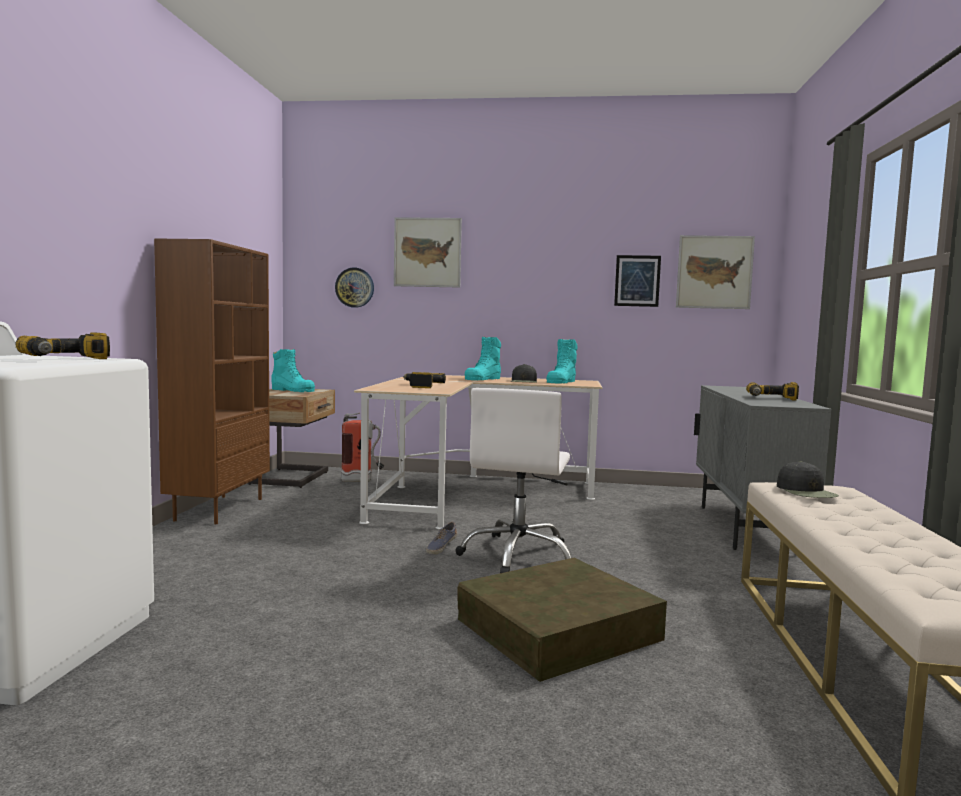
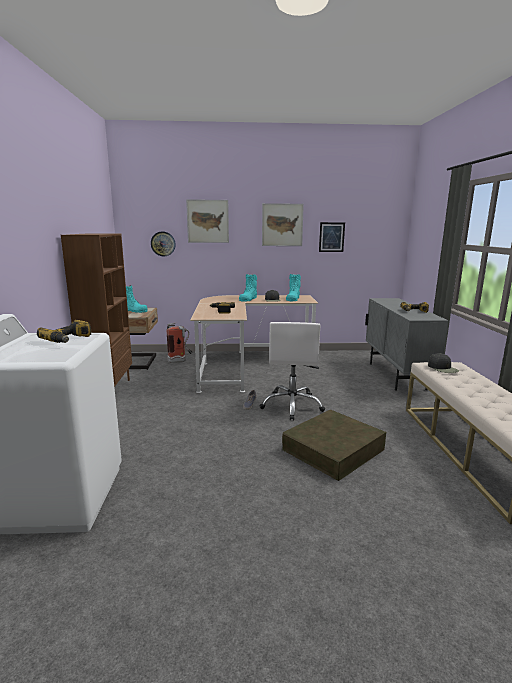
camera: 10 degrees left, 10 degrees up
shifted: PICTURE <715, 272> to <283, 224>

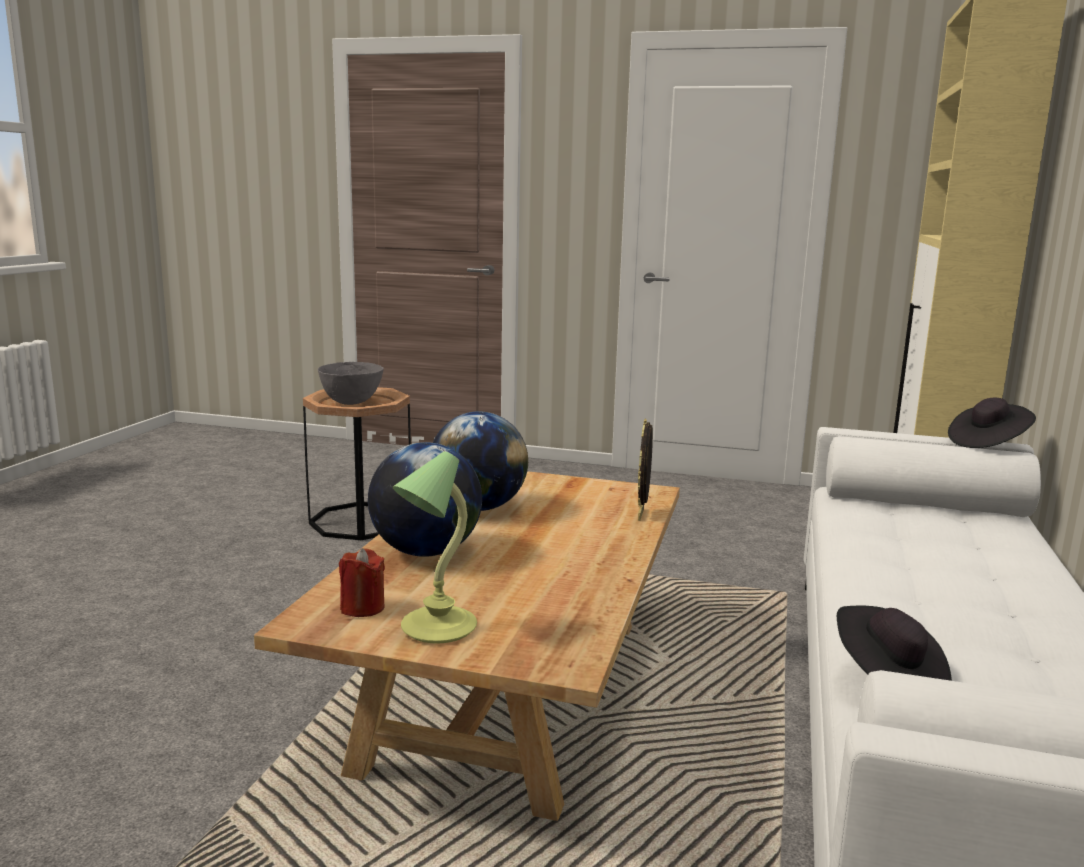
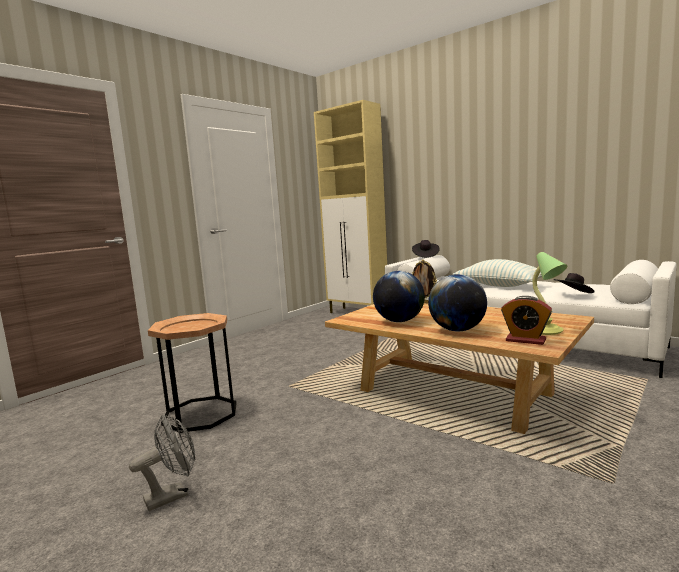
camera: 65 degrees left, 5 degrees down
gone: GREY BOWL <351, 383>
new: PILLOW <497, 273>; GREY FAN <162, 463>
swapped: RED CANDLE <362, 582> to ALARM CLOCK <526, 320>

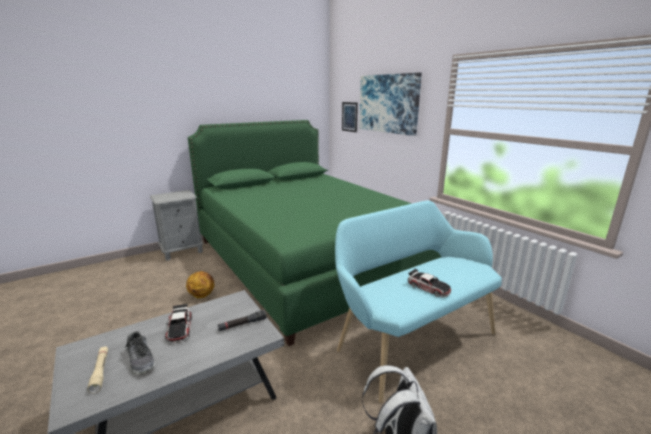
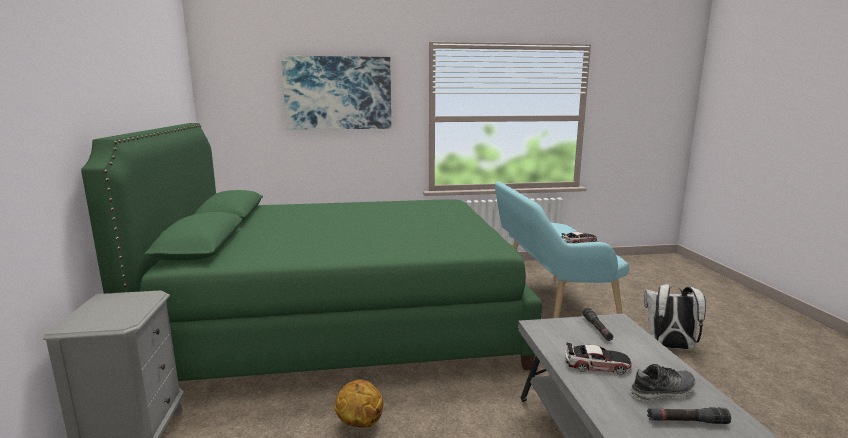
camera: 65 degrees left, 5 degrees down
gone: PICTURE <350, 117>
repainted: BEIGE FLASHLIGHT <97, 369> to BLACK FLASHLIGHT <689, 415>

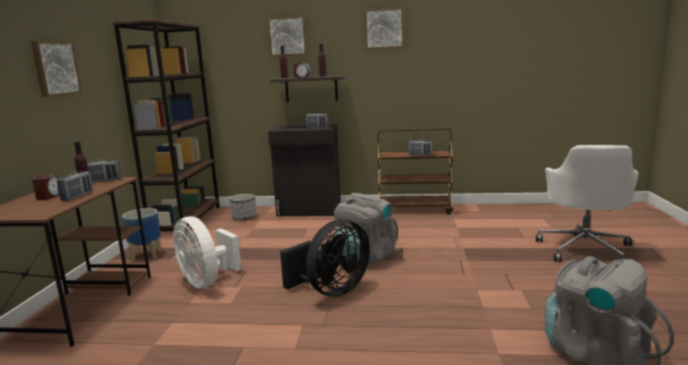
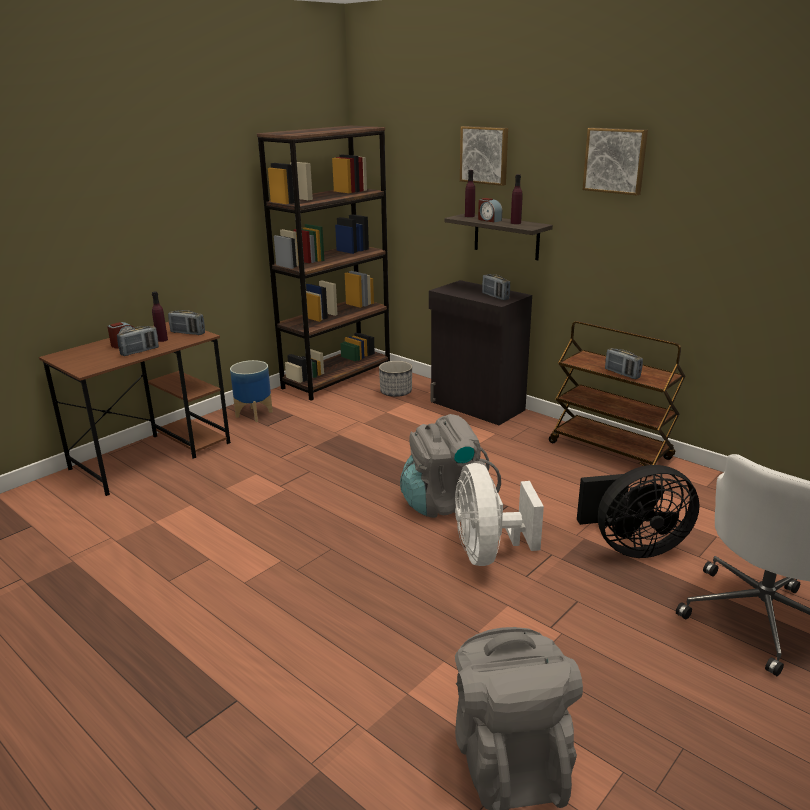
camera: 35 degrees right, 10 degrees up
gone: PICTURE <56, 69>
shifted: WHITE FAN <207, 252> to <499, 514>; BLACK FAN <325, 258> to <638, 511>

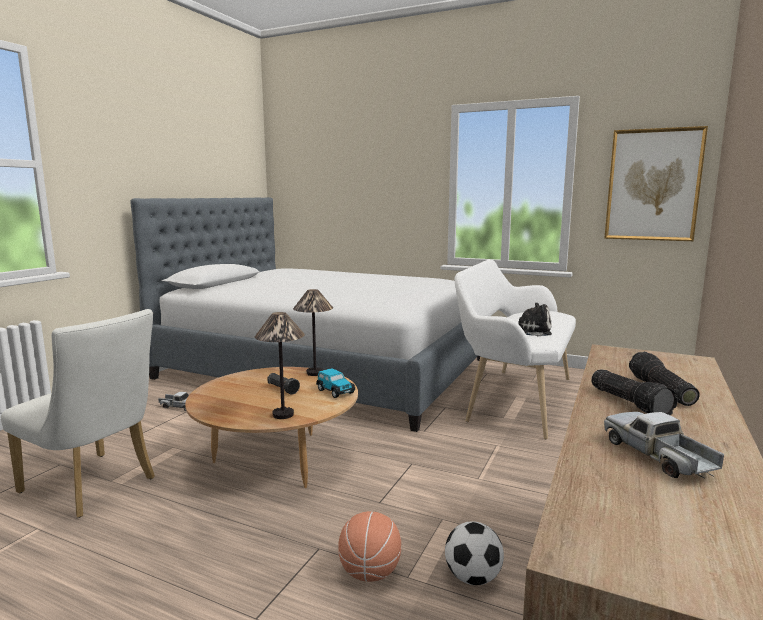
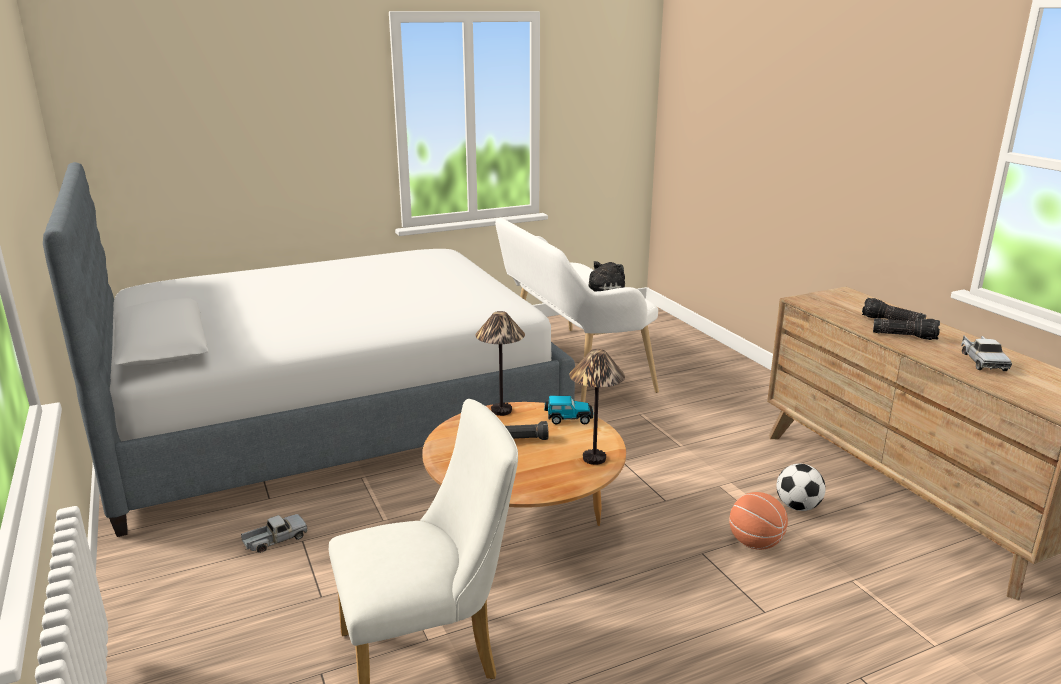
camera: 50 degrees left, 10 degrees up
gone: PICTURE <656, 183>
rotated: TOY TRUCK <664, 445> = <986, 353> 105 degrees counterclockwise

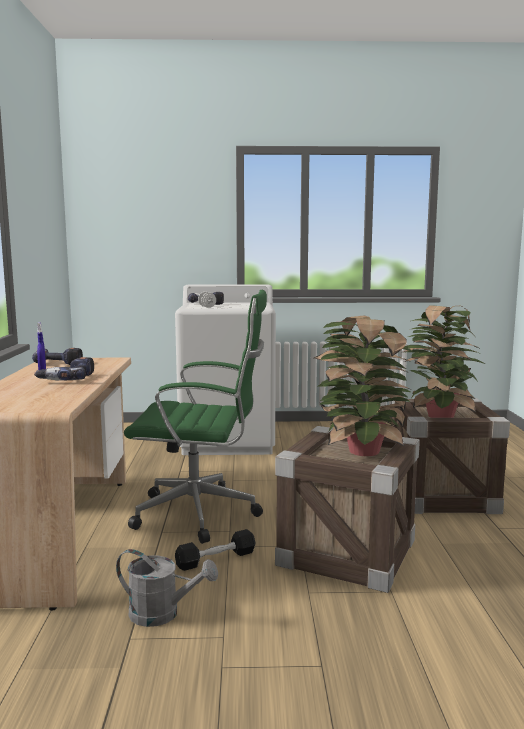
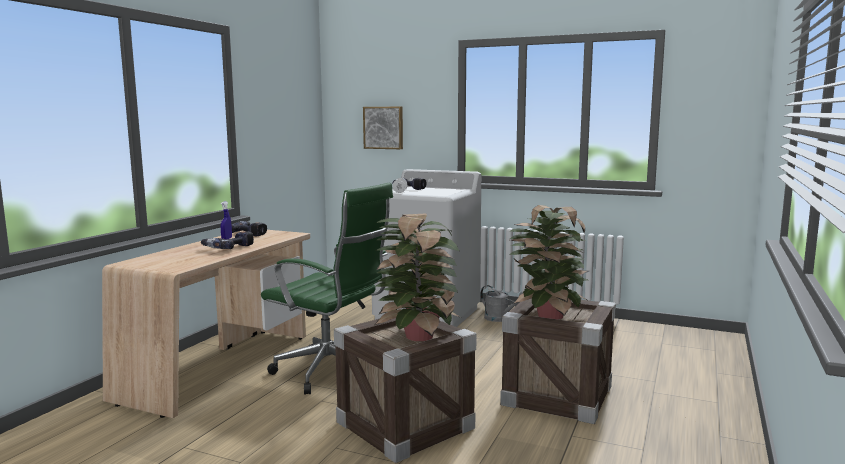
camera: 25 degrees right, 0 degrees up
gone: BLACK DUMBBELL <215, 550>
new: PICTURE <383, 128>
shifted: GREY WATERING CAN <167, 588> to <502, 303>

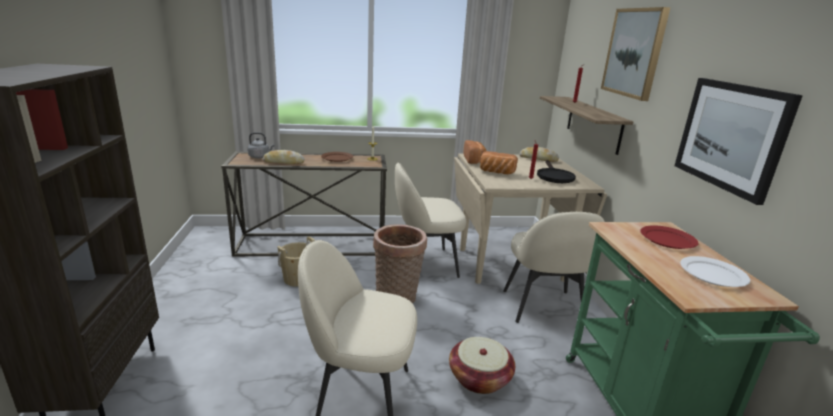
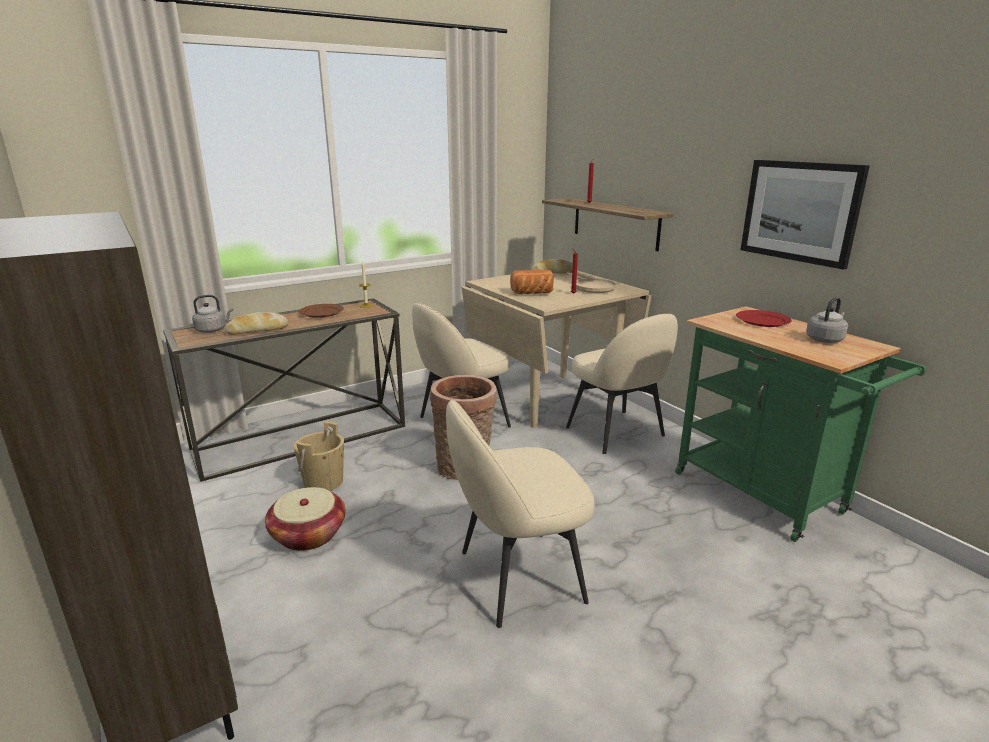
camera: 25 degrees left, 0 degrees up
gone: PICTURE <635, 54>; BREAD <474, 152>
shifted: BASKET <482, 365> to <305, 519>
swapped: WHITE PLATE <715, 271> to GREY KETTLE <827, 320>
repainted: BLACK FRYING PAN <556, 171> to BEIGE FRYING PAN <591, 282>

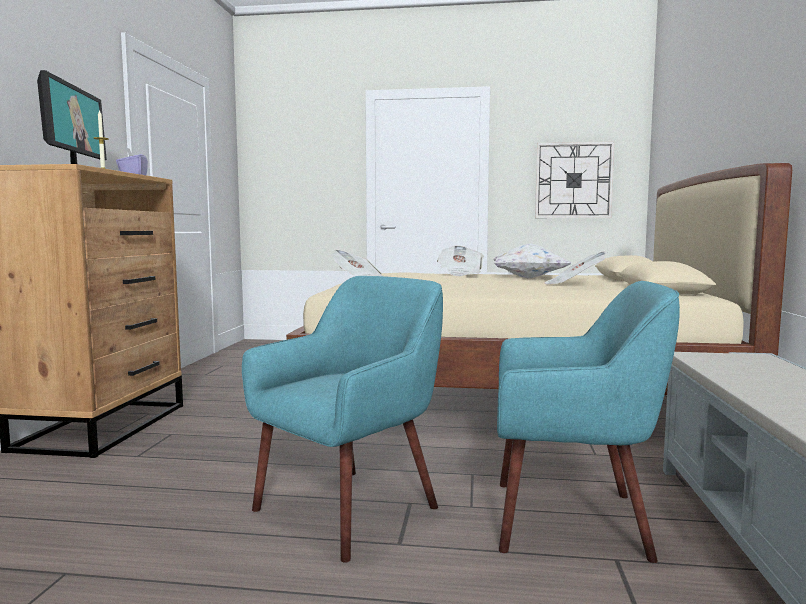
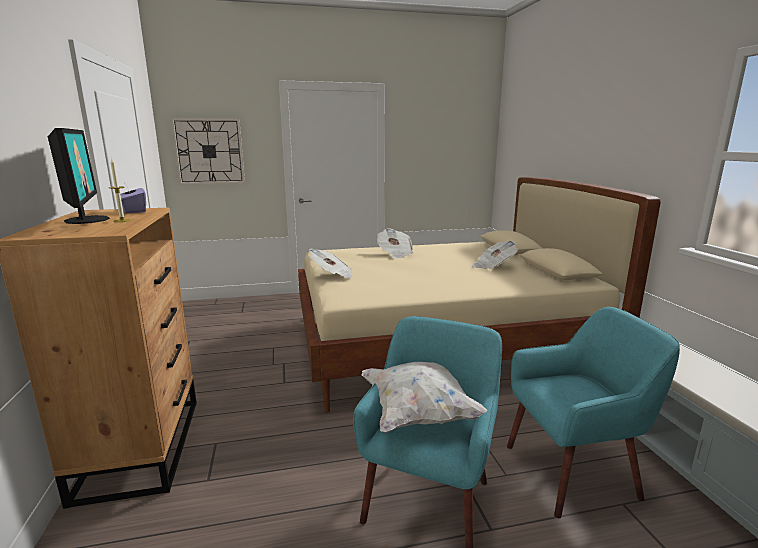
camera: 20 degrees left, 10 degrees up
shifted: WALL CLOCK <575, 179> to <208, 151>; WHITE PILLOW <532, 261> to <424, 397>

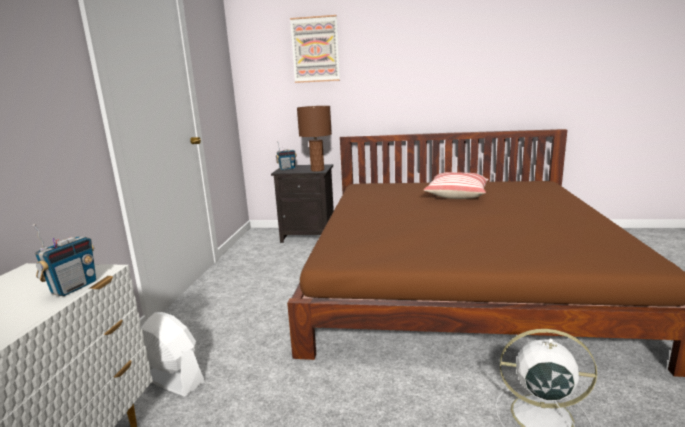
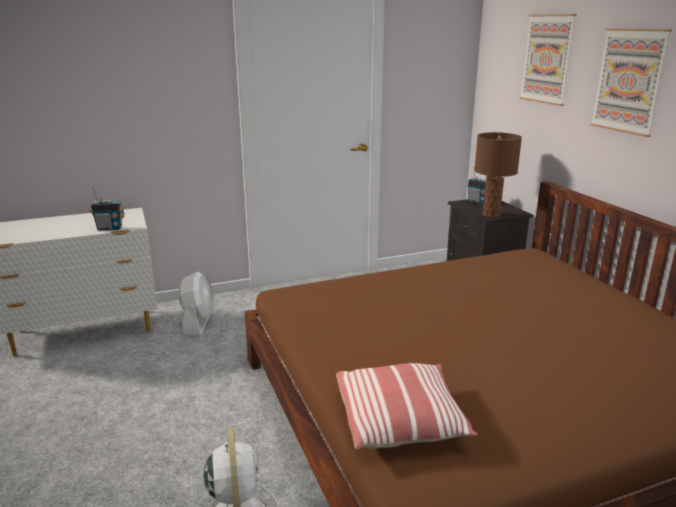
camera: 60 degrees right, 5 degrees up
new: PICTURE <631, 82>
shifted: PILLOW <456, 185> to <407, 406>

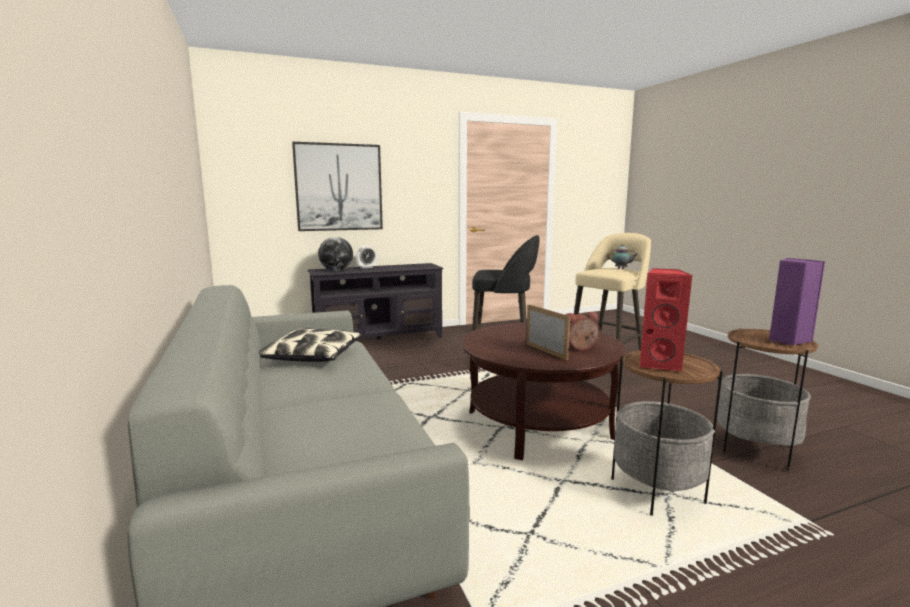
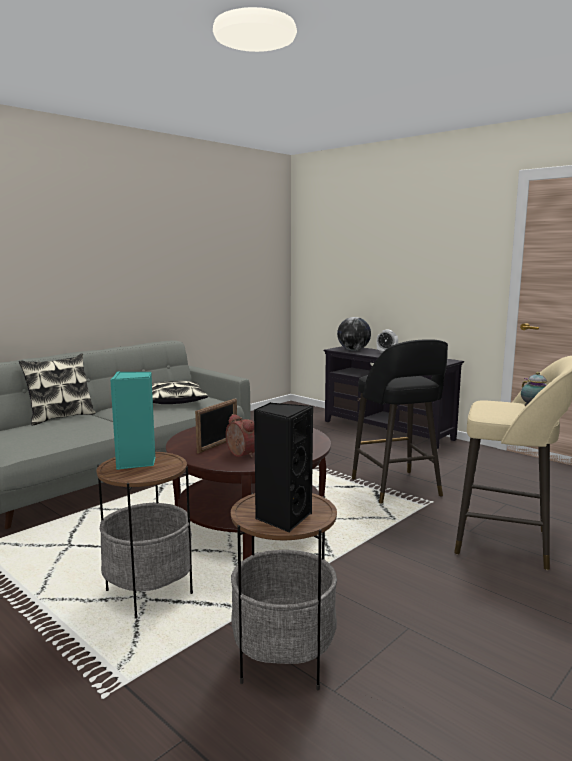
camera: 65 degrees right, 0 degrees up
gone: PICTURE <337, 186>
new: PILLOW <57, 389>
repainted: PURPLE SPEAKER <797, 301> to BLACK SPEAKER <283, 467>; RED SPEAKER <665, 320> to TURQUOISE SPEAKER <133, 420>

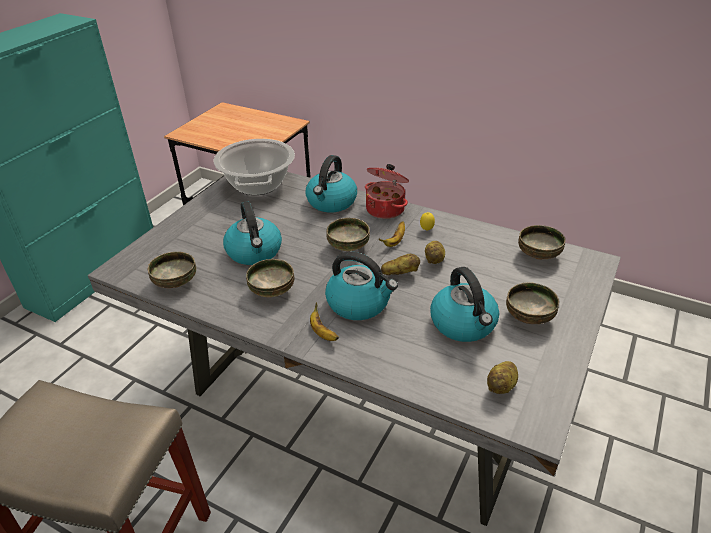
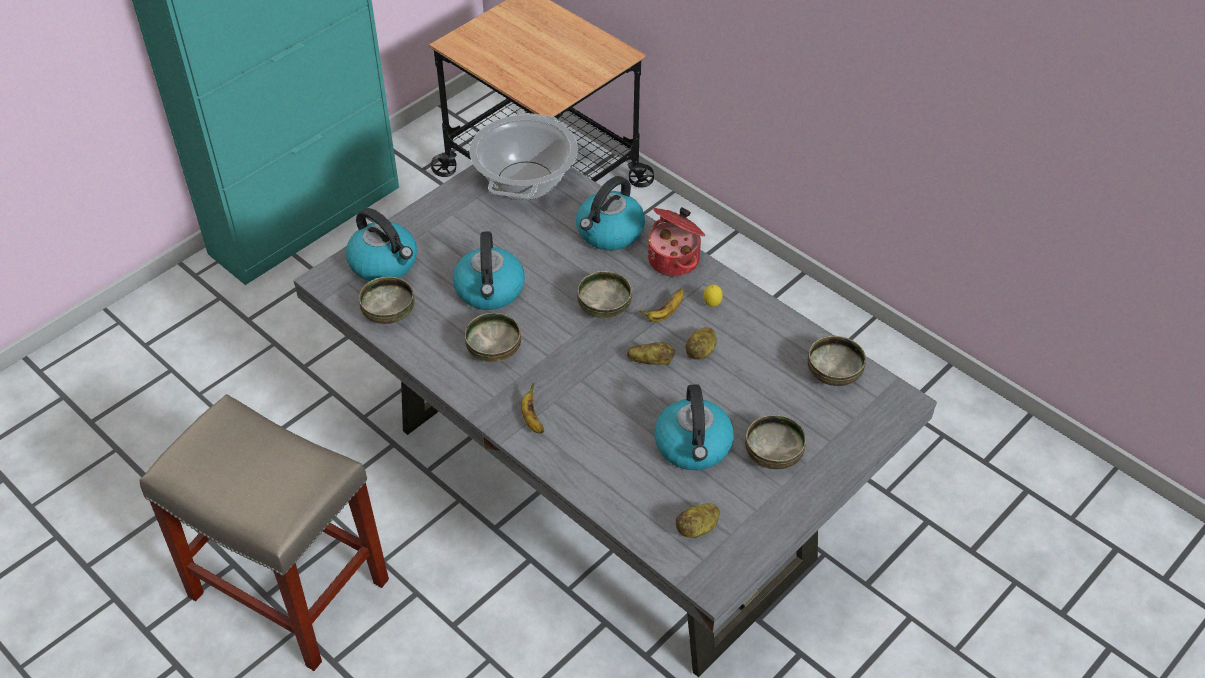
camera: 15 degrees right, 10 degrees up
shifted: KETTLE <361, 285> to <381, 244>

